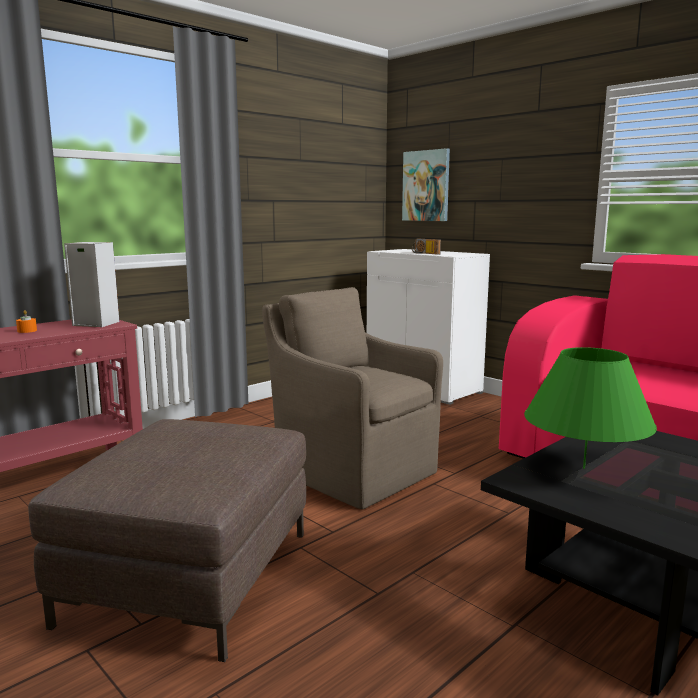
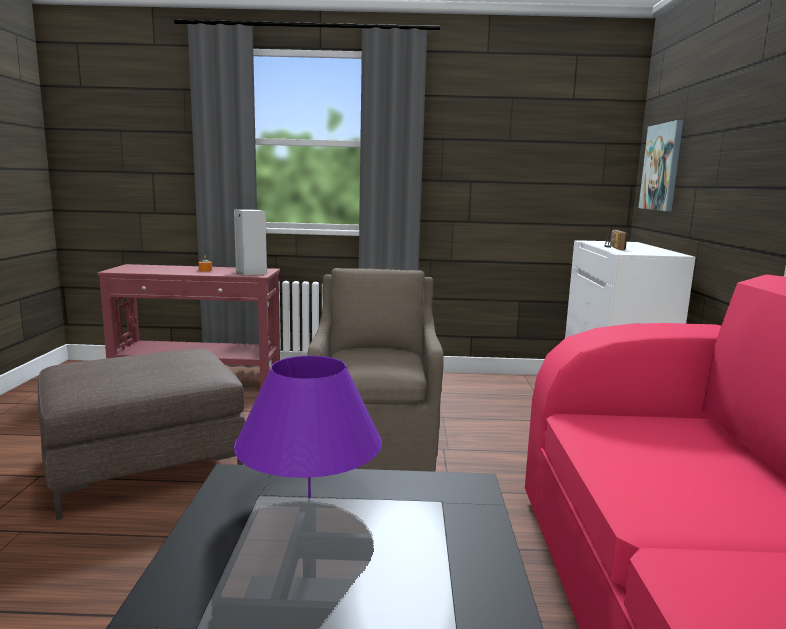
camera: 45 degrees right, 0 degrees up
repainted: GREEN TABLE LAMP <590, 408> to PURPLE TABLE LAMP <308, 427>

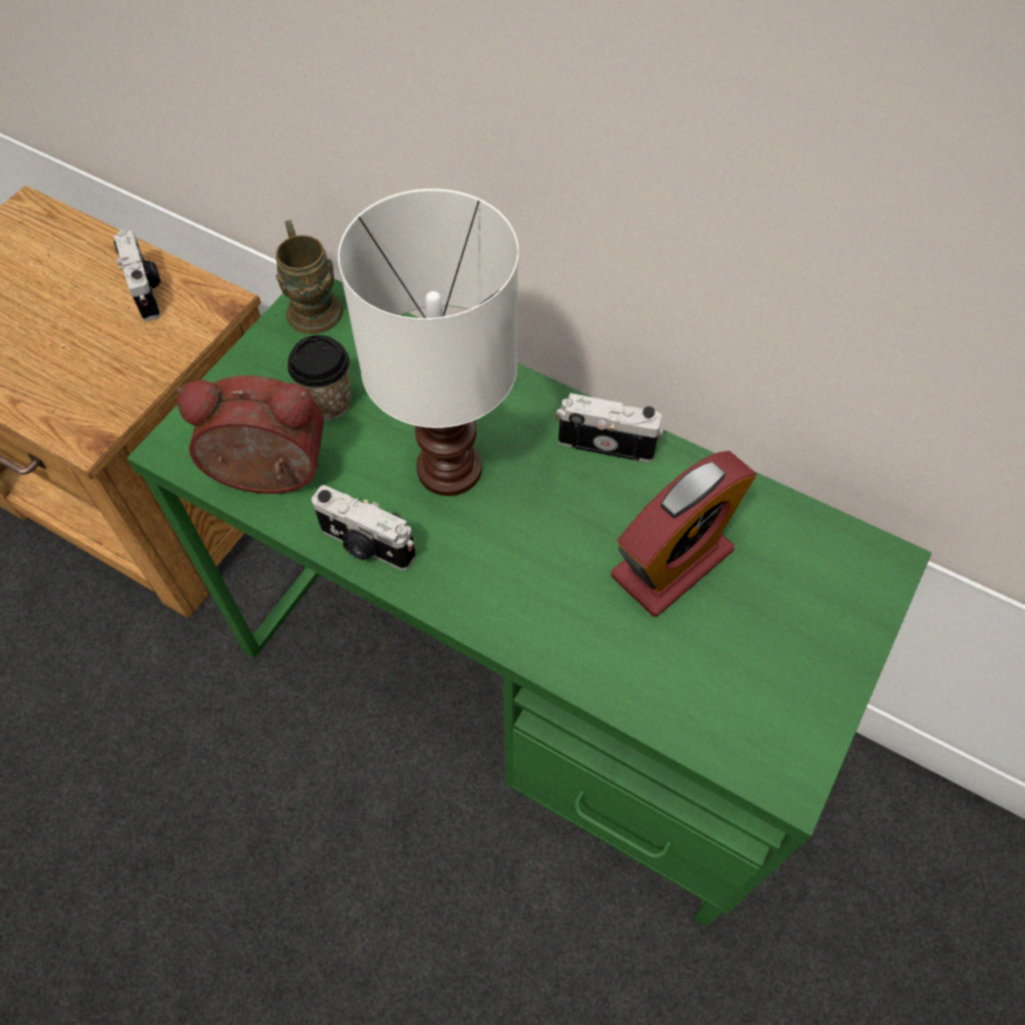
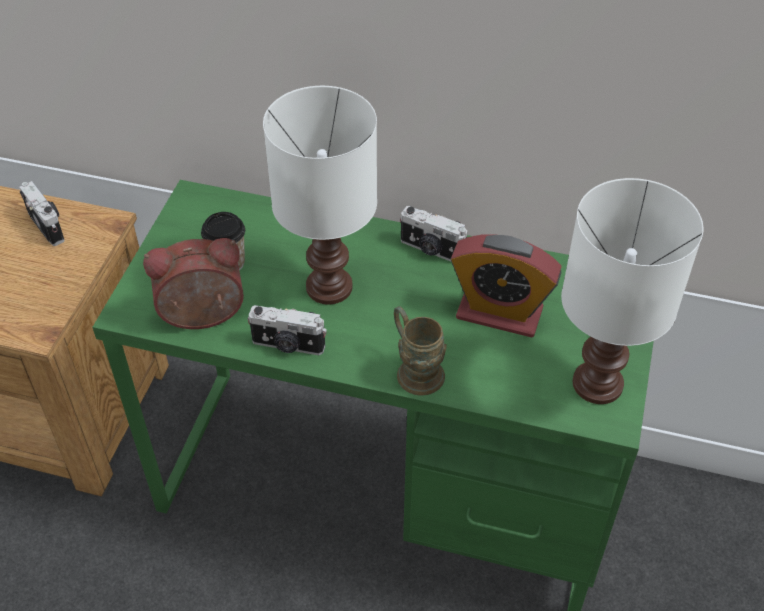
camera: 15 degrees left, 10 degrees down
new: WHITE TABLE LAMP <632, 291>
shifted: BROWN MUG <309, 277> to <420, 351>
rotated: PHOTO CAMERA <610, 427> = <433, 233> 150 degrees counterclockwise; ALARM CLOCK <683, 534> = <506, 286> 75 degrees clockwise

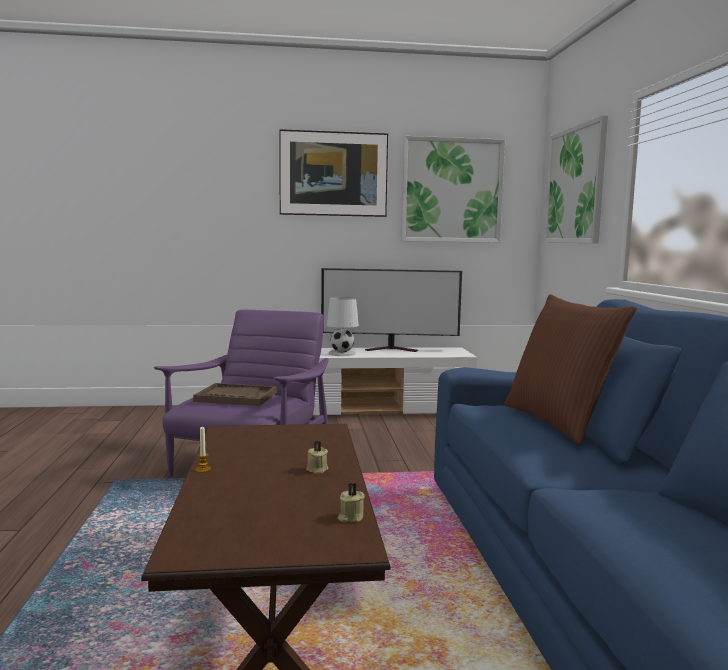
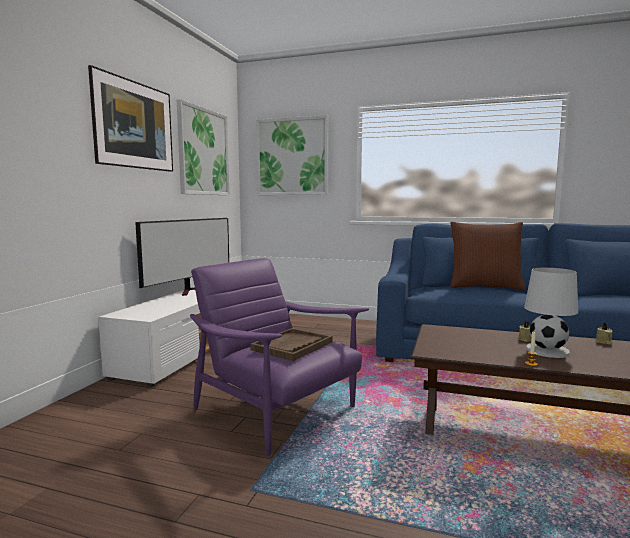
camera: 65 degrees left, 0 degrees up
shifted: WHITE TABLE LAMP <343, 326> to <551, 313>

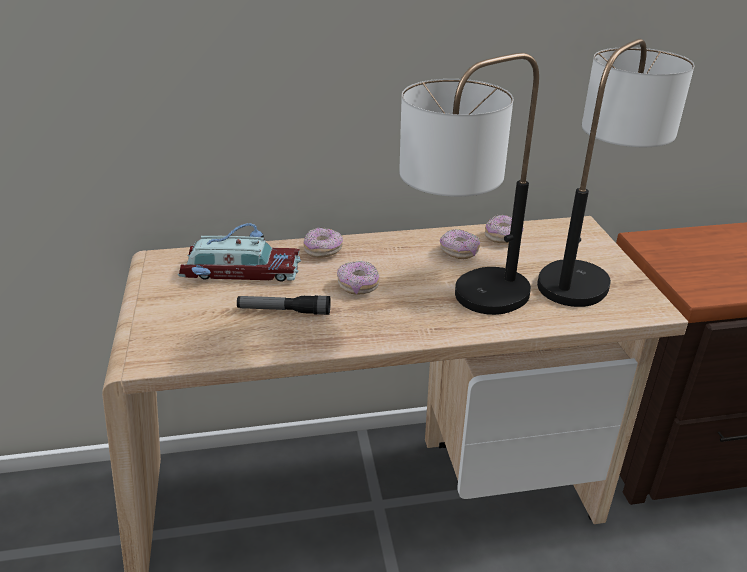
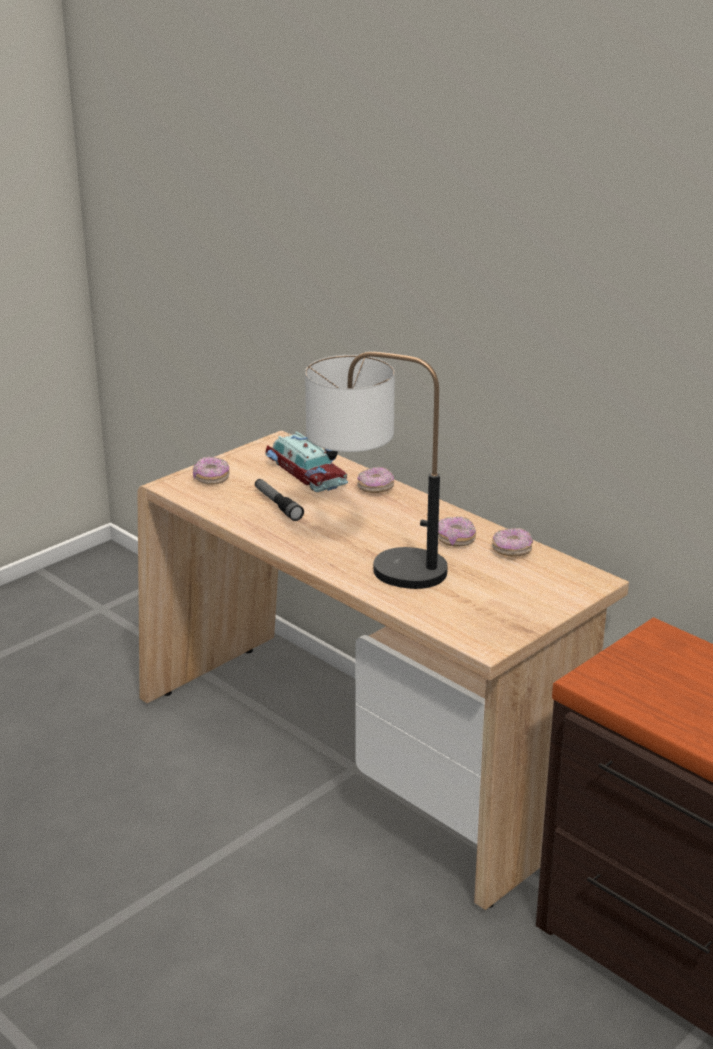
camera: 55 degrees right, 5 degrees down
gone: TABLE LAMP <616, 173>
shifted: DONUT <358, 278> to <211, 470>

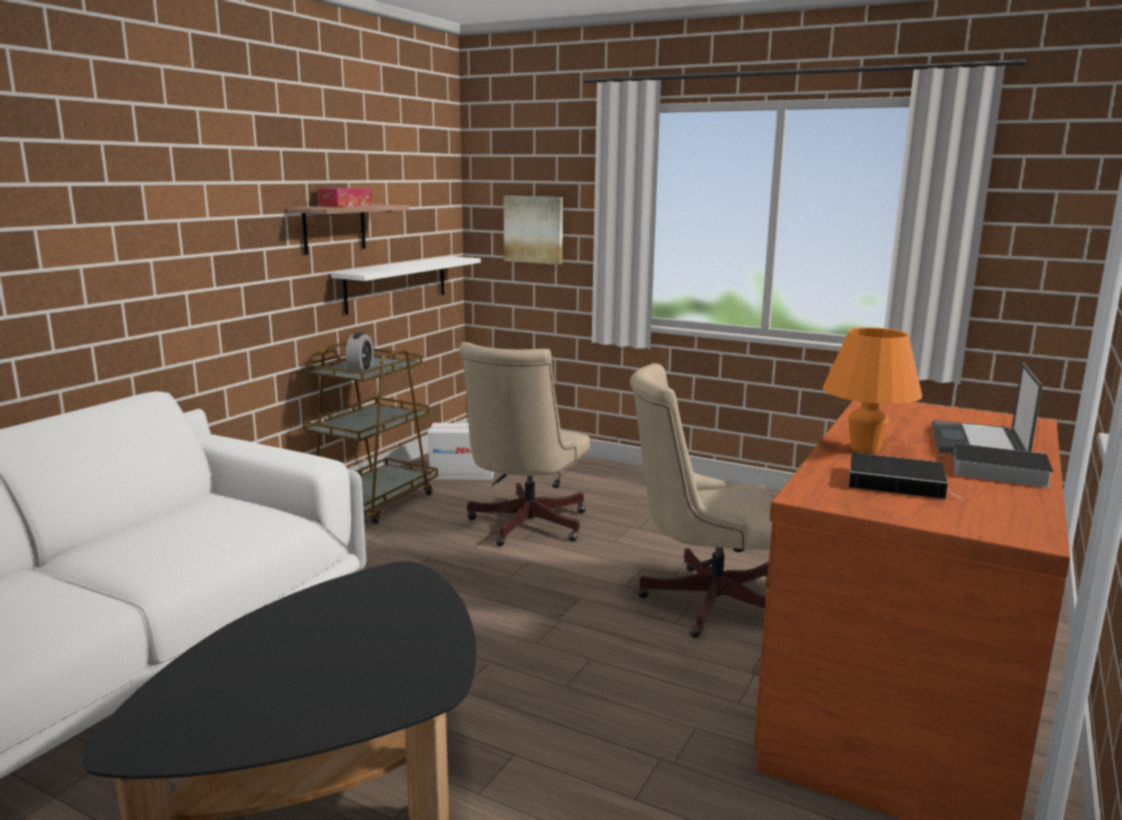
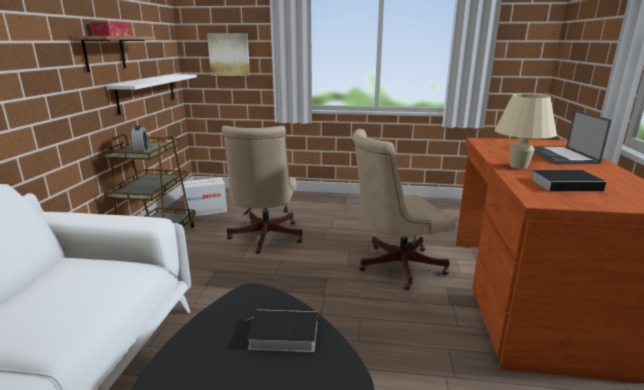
camera: 20 degrees left, 5 degrees up
shifted: BOOK <995, 465> to <281, 330>
repainted: ORANGE TABLE LAMP <872, 390> to BEIGE TABLE LAMP <526, 131>

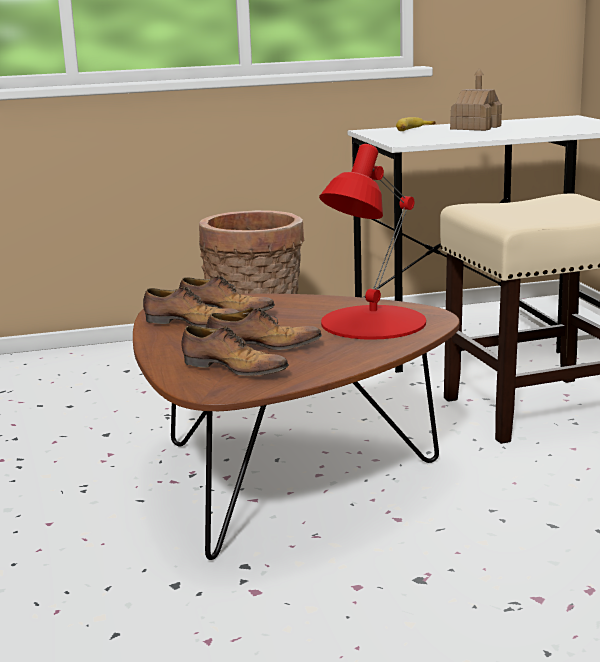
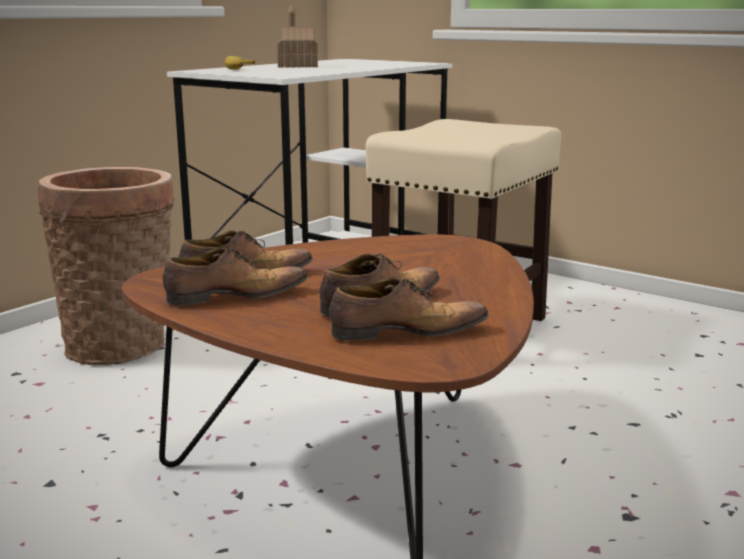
camera: 40 degrees left, 0 degrees up
gone: RED TABLE LAMP <372, 242>

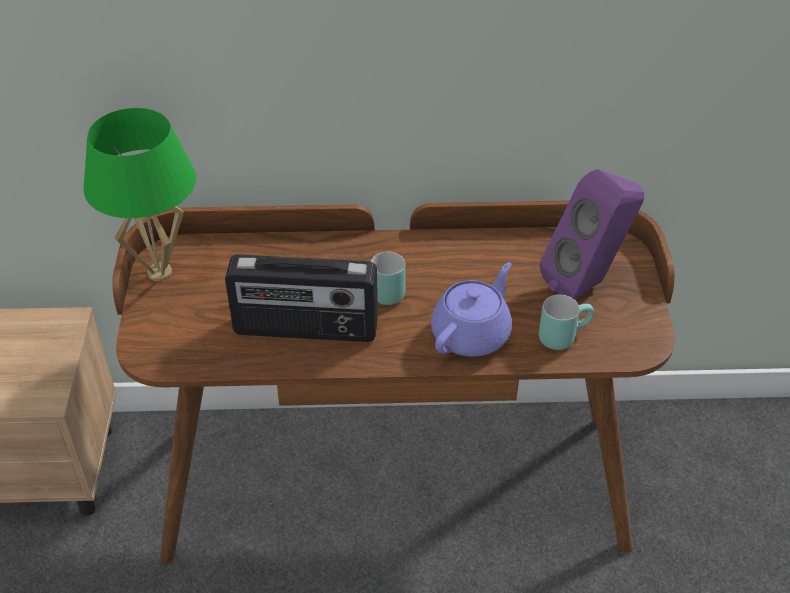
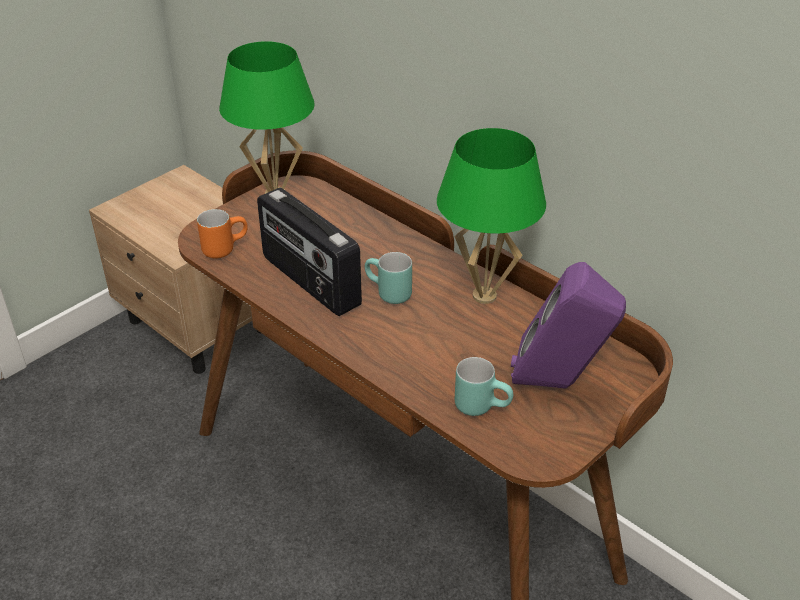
camera: 45 degrees right, 5 degrees down
gone: PURPLE TEAPOT <471, 309>
new: GREEN TABLE LAMP <491, 216>; ORANGE MUG <222, 233>

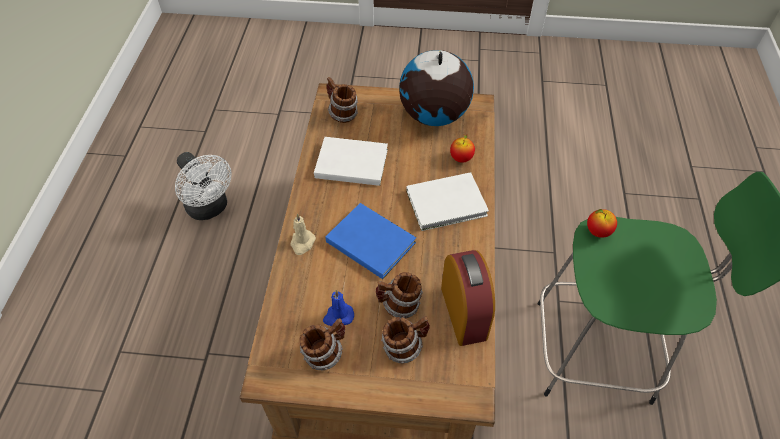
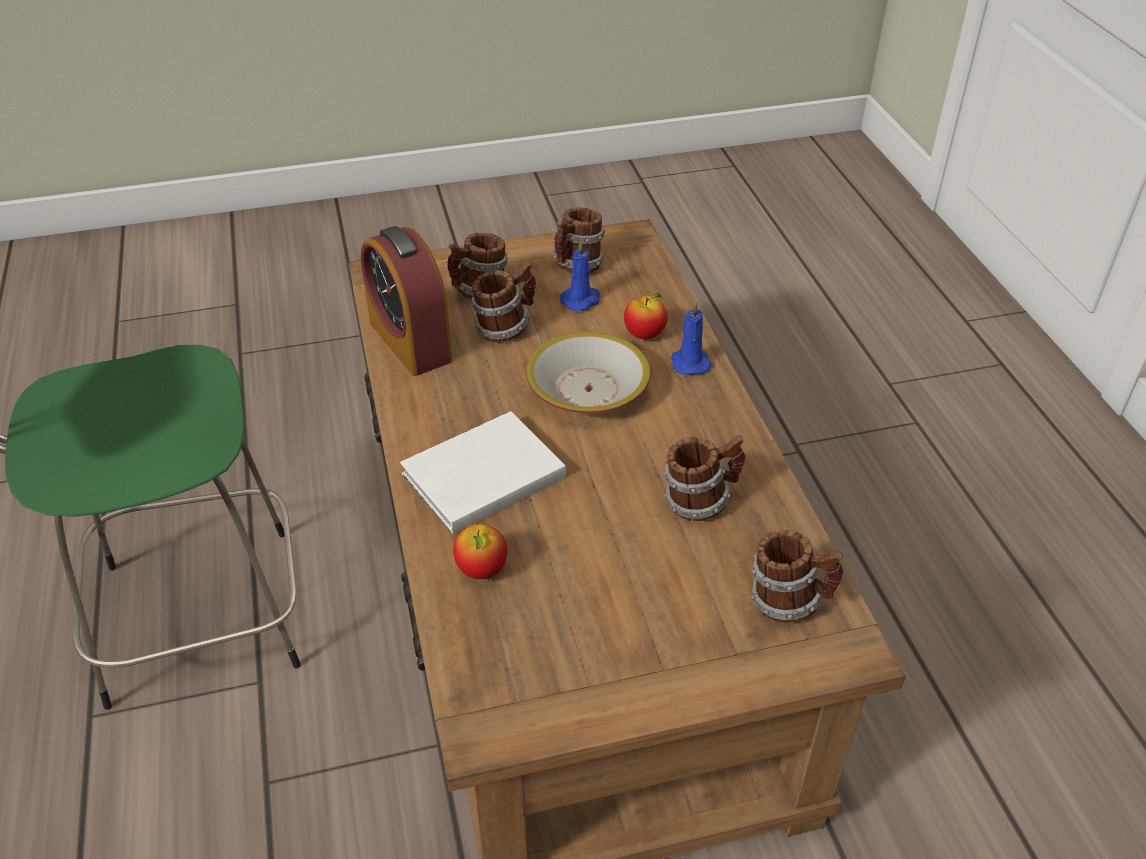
camera: 160 degrees right, 10 degrees down
gone: GLOBE <436, 88>; WHITE FAN <203, 186>
shifted: APPLE <602, 223> to <646, 316>
swapped: WHITE BOOK <351, 161> to MUG <704, 478>; BLUE BOOK <370, 241> to BOWL <588, 373>
repainted: BEIGE CANDLE <303, 234> to BLUE CANDLE <691, 338>

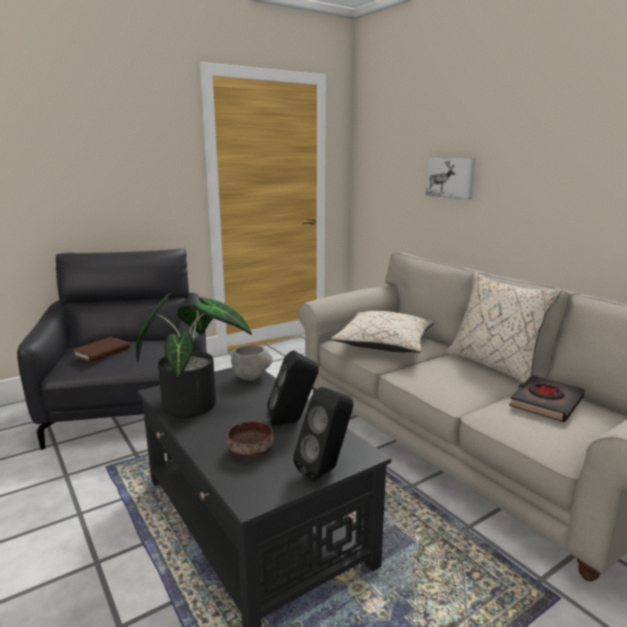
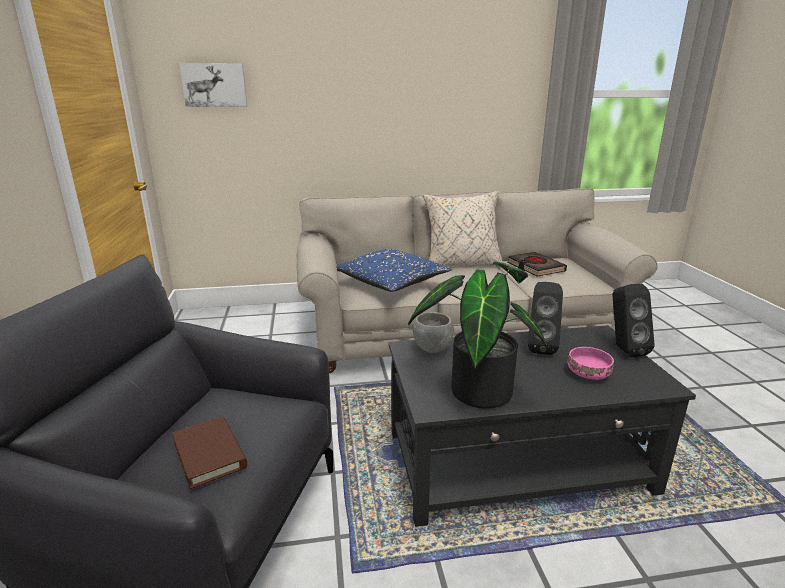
camera: 65 degrees left, 5 degrees up
shifted: PICTURE <451, 179> to <213, 85>
repainted: BEIGE PILLOW <382, 332> to BLUE PILLOW <394, 270>; BROWN BOWL <250, 439> to PINK BOWL <590, 363>

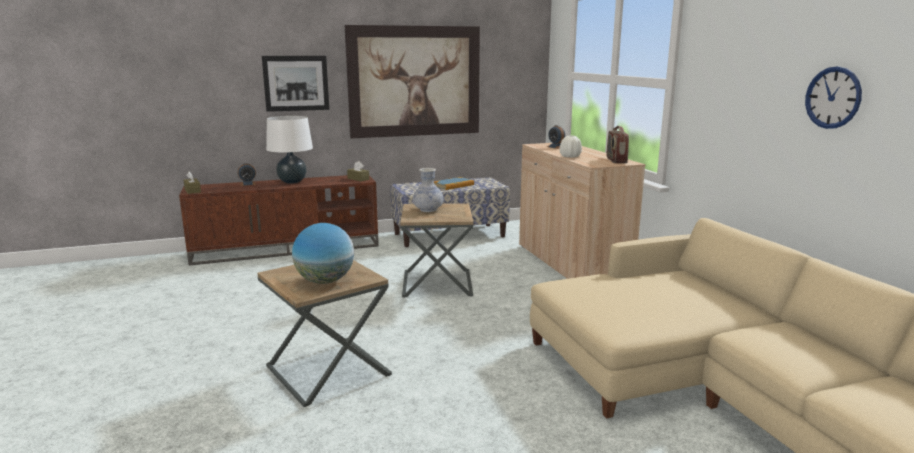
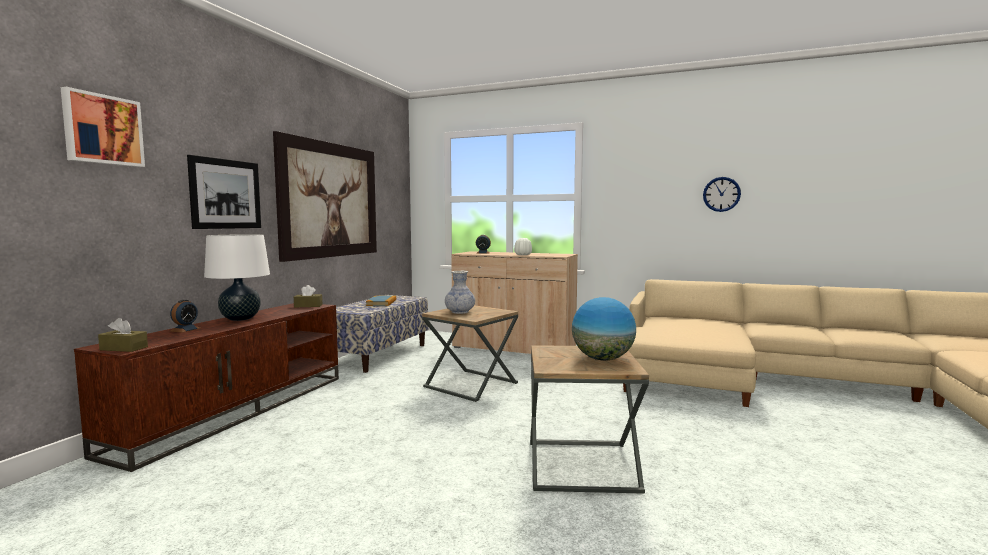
camera: 50 degrees left, 10 degrees down
gone: RADIO <618, 144>
new: PICTURE <103, 127>

